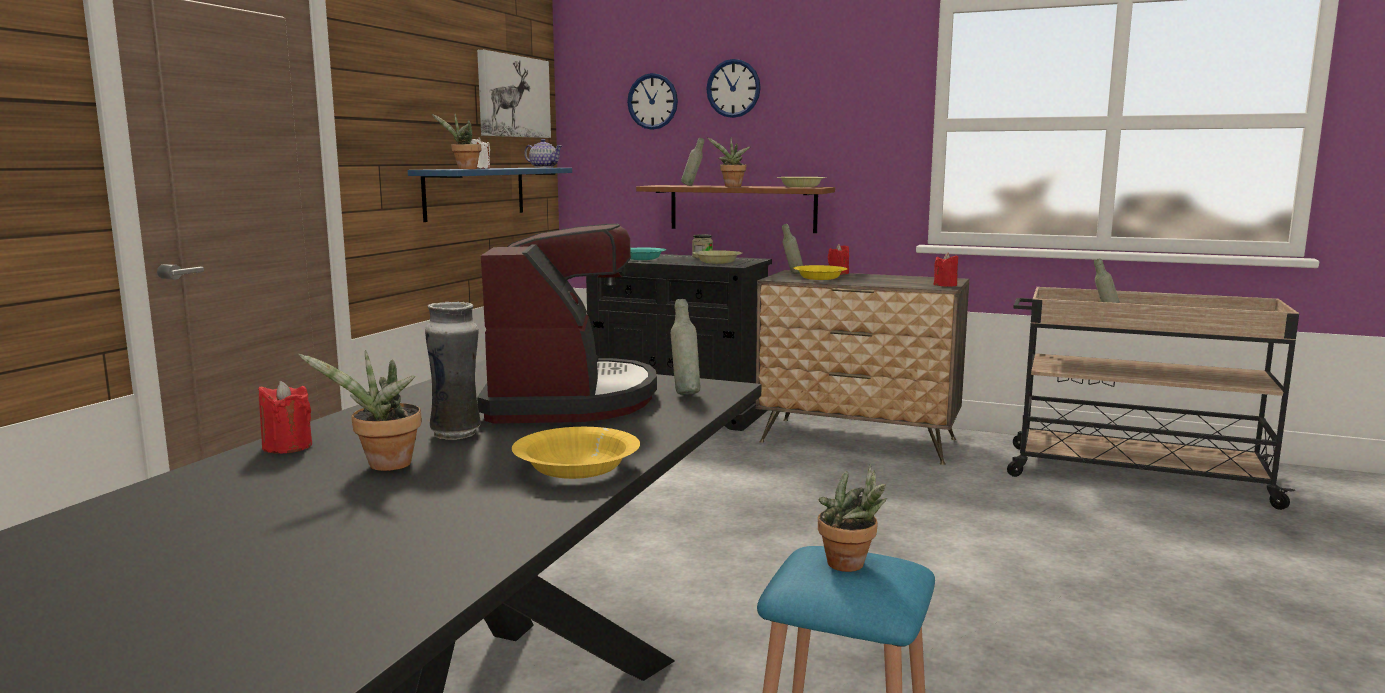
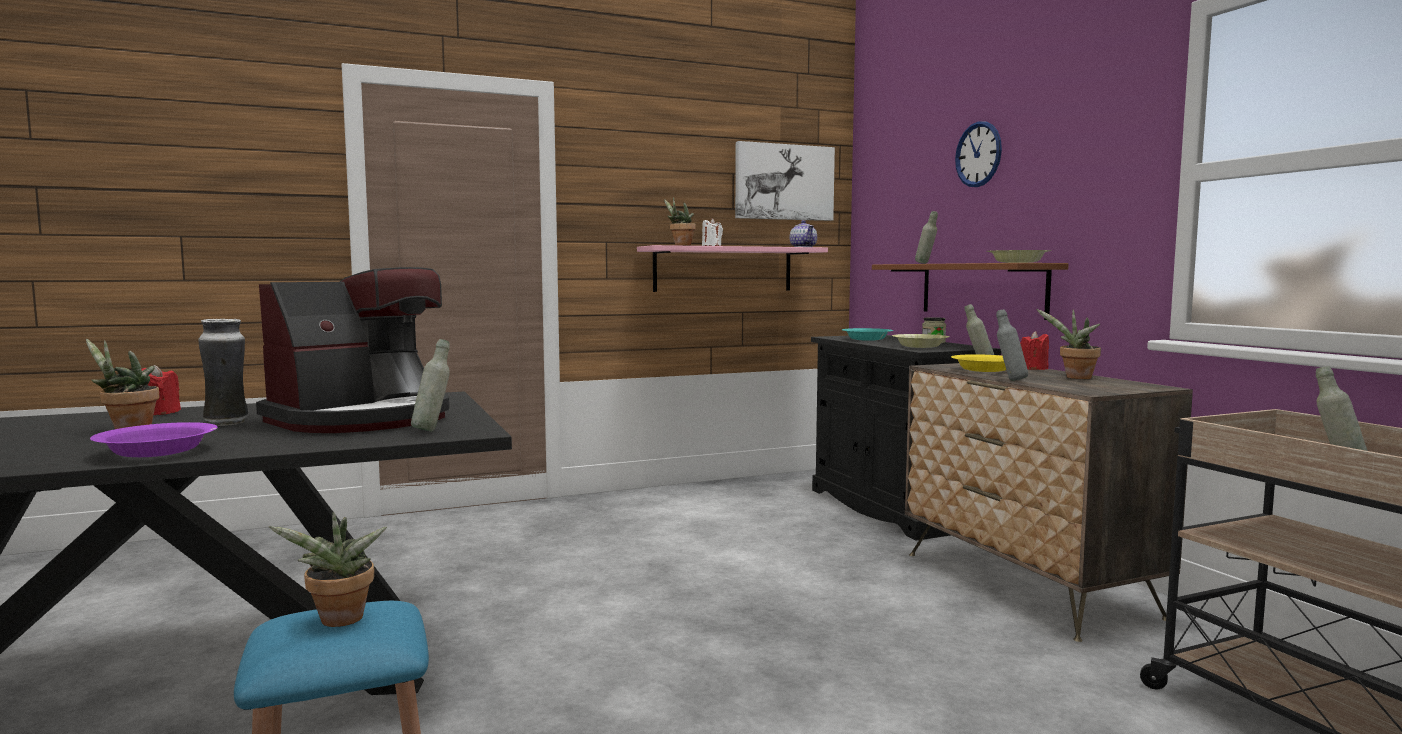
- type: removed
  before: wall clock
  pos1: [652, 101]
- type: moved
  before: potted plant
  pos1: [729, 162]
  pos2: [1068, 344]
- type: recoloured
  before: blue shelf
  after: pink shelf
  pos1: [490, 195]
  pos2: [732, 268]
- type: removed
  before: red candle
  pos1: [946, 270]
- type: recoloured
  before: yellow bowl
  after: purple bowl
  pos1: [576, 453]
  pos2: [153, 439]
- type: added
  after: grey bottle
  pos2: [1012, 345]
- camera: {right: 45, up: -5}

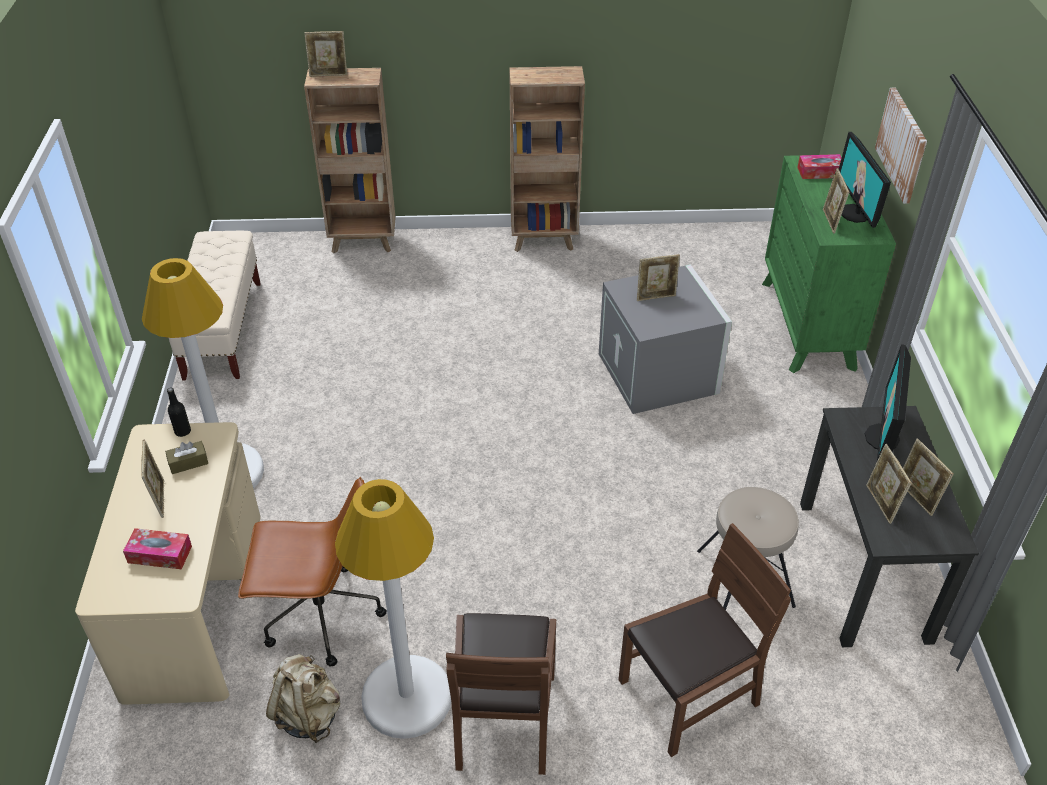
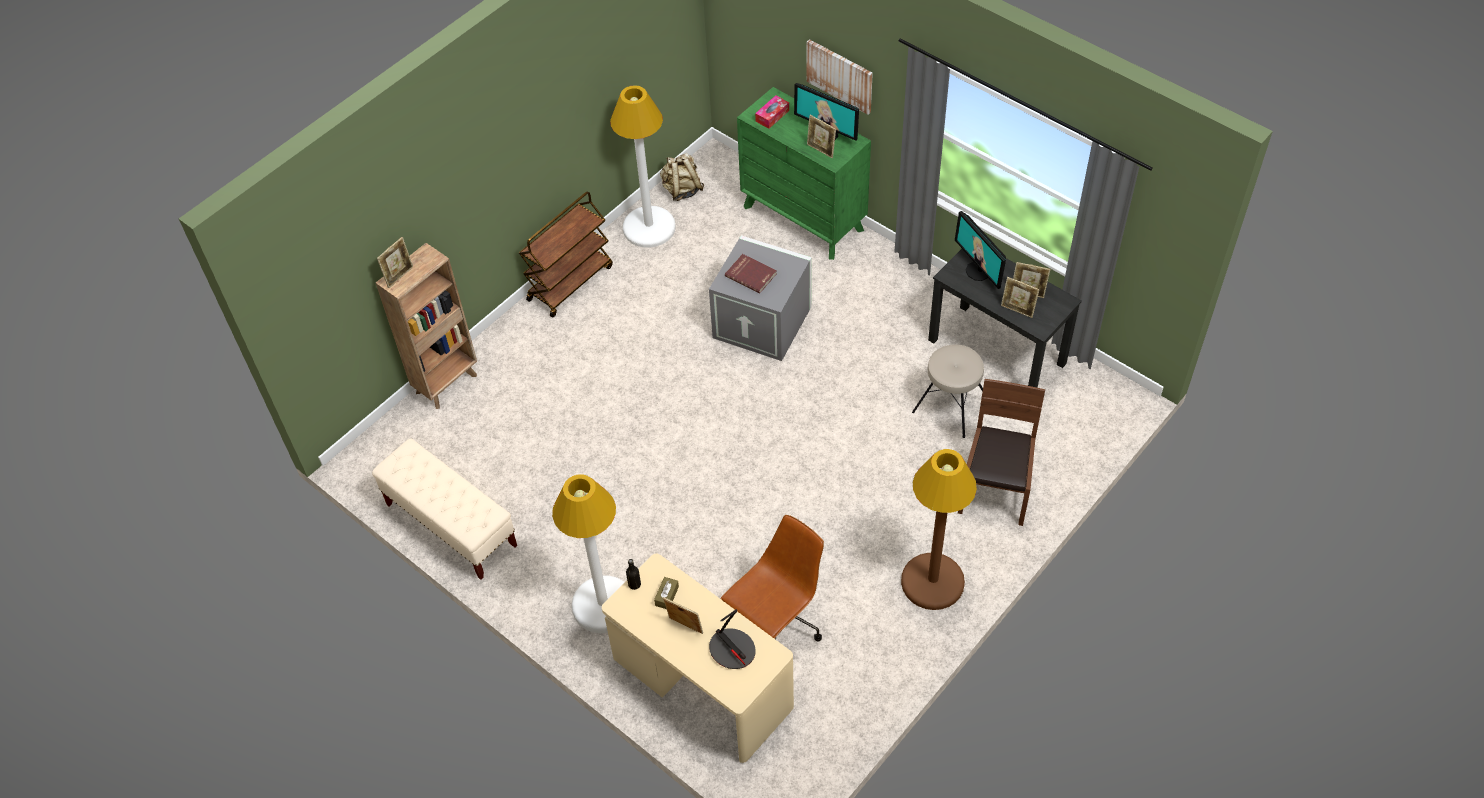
- type: replaced
  before: brown bookcase
  after: brown cart
  pos1: [547, 159]
  pos2: [566, 254]
- type: replaced
  before: picture frame
  after: red book
  pos1: [658, 277]
  pos2: [751, 273]
- type: moved
  before: white floor lamp
  pos1: [393, 609]
  pos2: [643, 166]
- type: replaced
  before: tissue box
  after: table lamp
  pos1: [157, 548]
  pos2: [732, 639]
- type: replaced
  before: brown chair
  after: brown floor lamp
  pos1: [501, 694]
  pos2: [939, 529]
- type: moved
  before: beige backpack
  pos1: [303, 698]
  pos2: [682, 176]
- camera: {right: -45, up: 10}

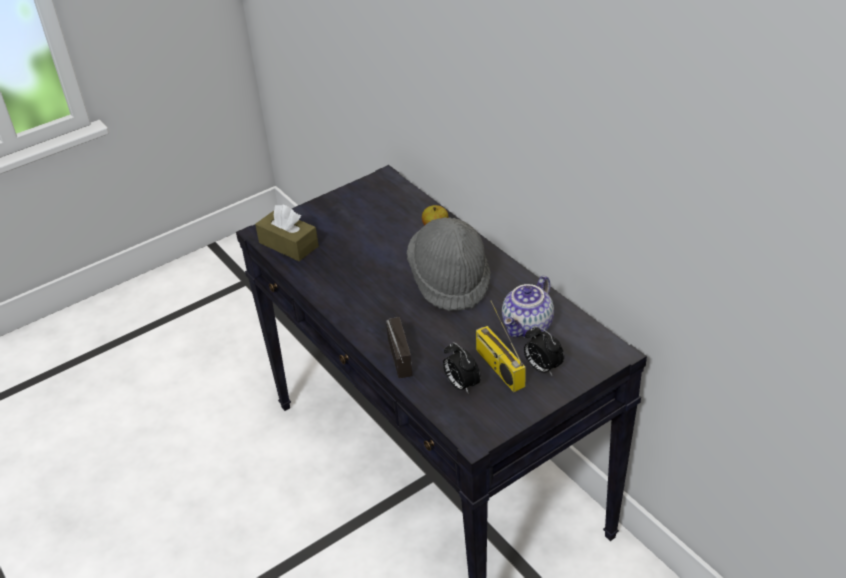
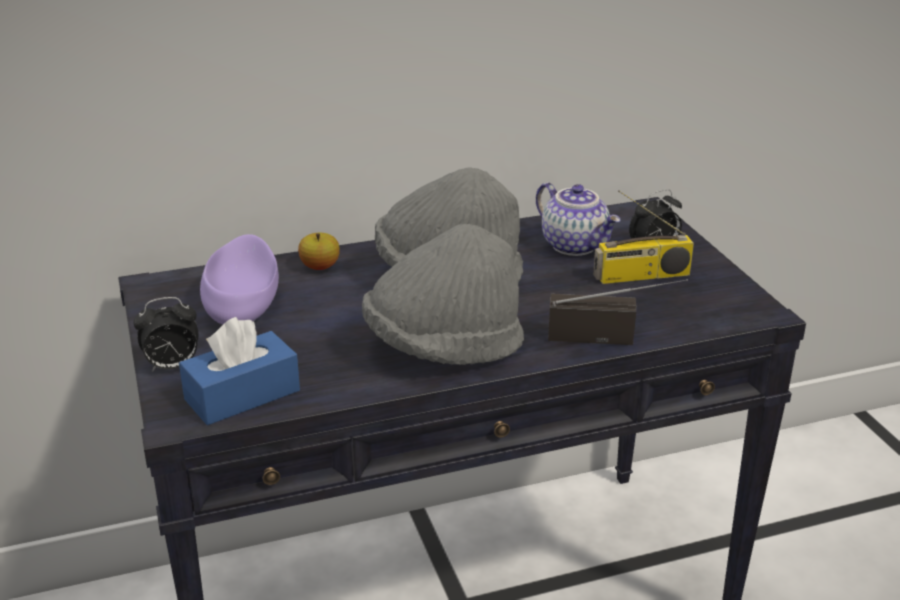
- type: recoloured
  before: brown tissue box
  after: blue tissue box
  pos1: [287, 232]
  pos2: [239, 371]
- type: moved
  before: alarm clock
  pos1: [462, 368]
  pos2: [166, 334]
- type: added
  after: grey hat
  pos2: [443, 294]
- type: added
  after: purple bowl
  pos2: [239, 279]
- camera: {right: -75, up: -10}

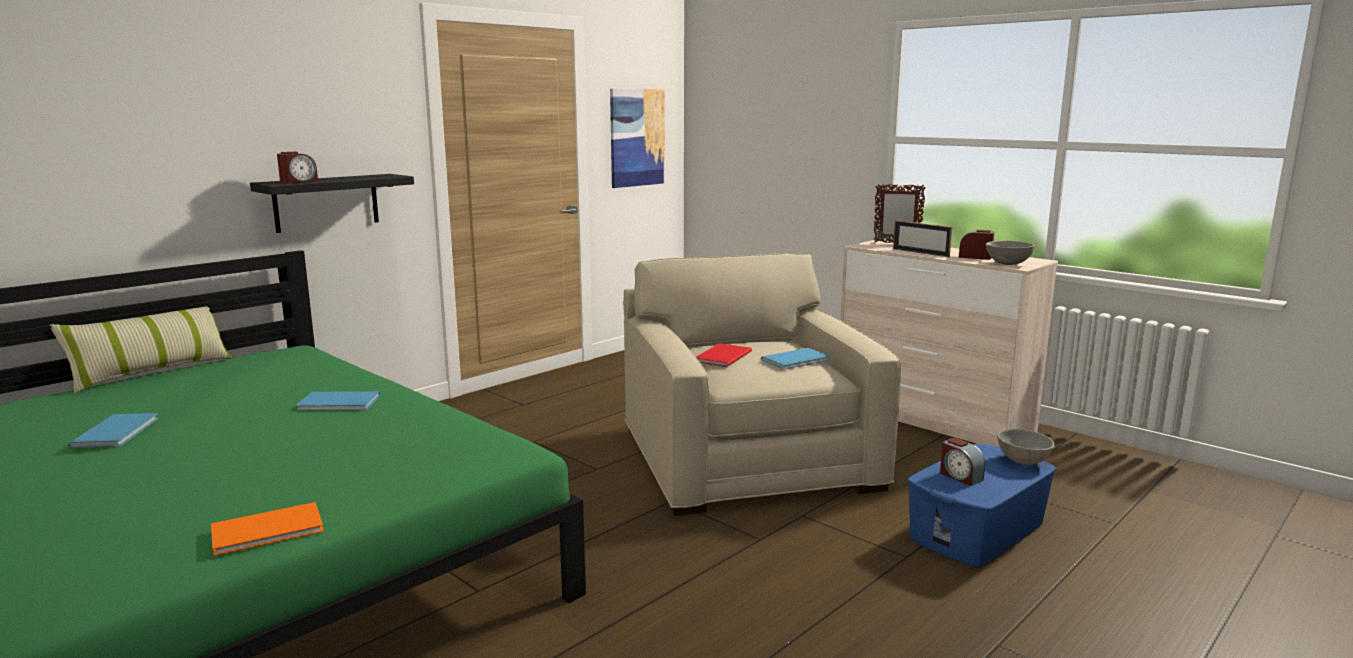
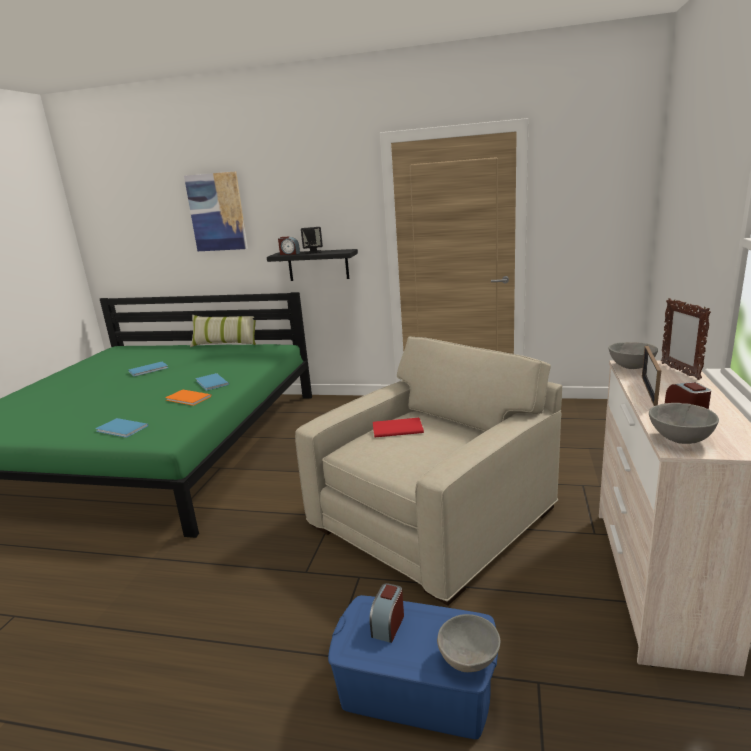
- type: moved
  before: picture
  pos1: [637, 138]
  pos2: [216, 211]
- type: moved
  before: blue book
  pos1: [795, 359]
  pos2: [122, 428]
- type: moved
  before: orange book
  pos1: [267, 529]
  pos2: [188, 398]
- type: added
  after: black speaker
  pos2: [312, 240]
- type: added
  after: grey bowl
  pos2: [633, 355]
- camera: {right: 60, up: 5}

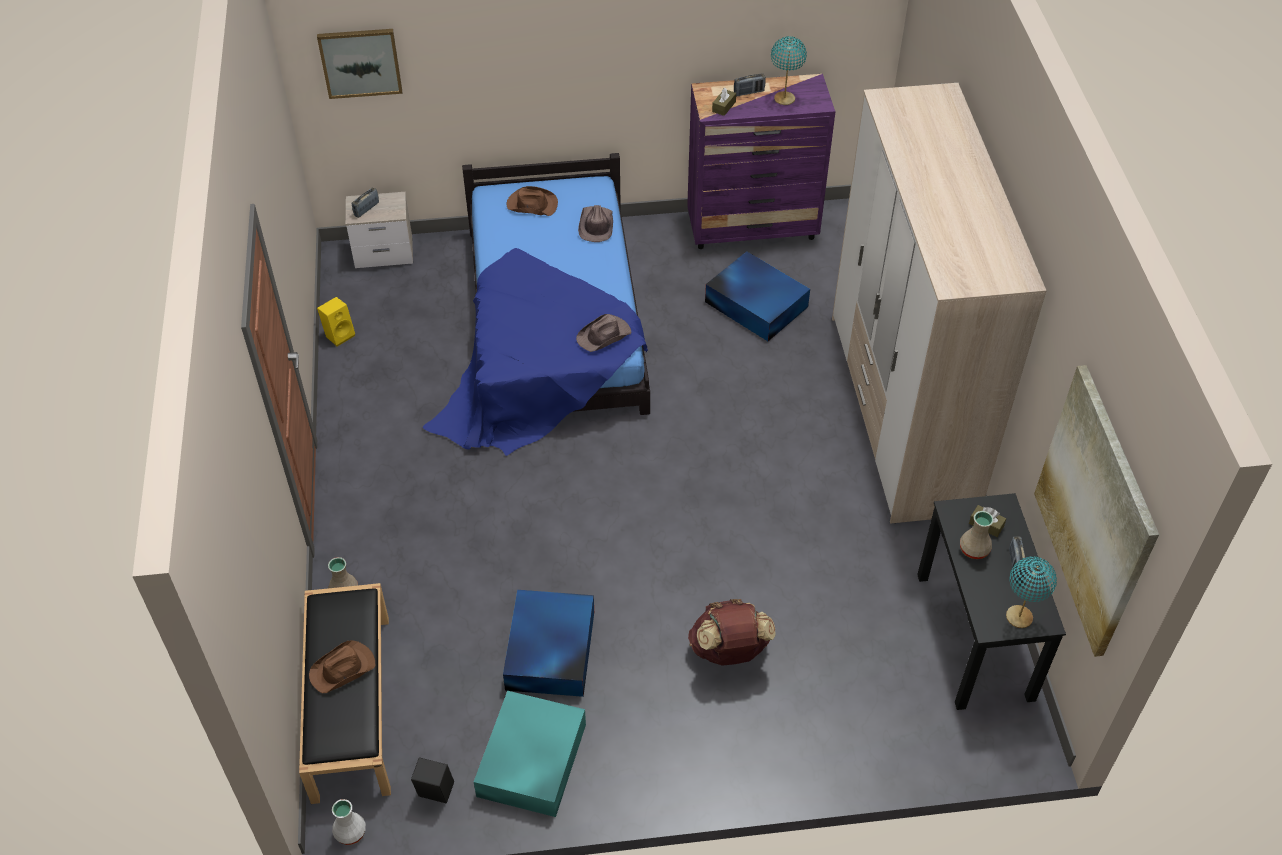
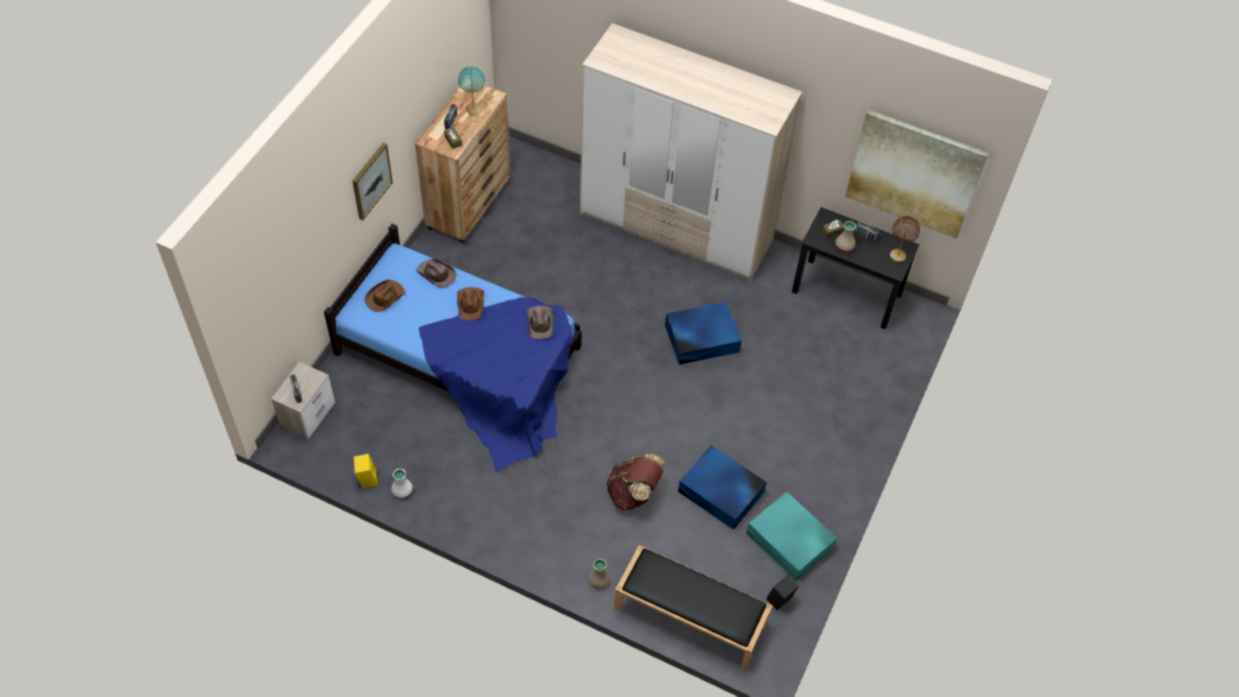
- type: moved
  before: picture
  pos1: [359, 64]
  pos2: [372, 181]
- type: recoloured
  before: purple dresser
  after: brown dresser
  pos1: [761, 161]
  pos2: [462, 160]
- type: moved
  before: blue storage box
  pos1: [757, 296]
  pos2: [703, 333]
- type: recoloured
  before: turquoise table lamp
  after: brown table lamp
  pos1: [1031, 592]
  pos2: [905, 239]
- type: moved
  before: brown backpack
  pos1: [732, 632]
  pos2: [635, 482]
- type: moved
  before: brown hat
  pos1: [342, 666]
  pos2: [470, 303]
- type: moved
  before: white vase
  pos1: [349, 822]
  pos2: [402, 484]
- camera: {right: -60, up: 5}

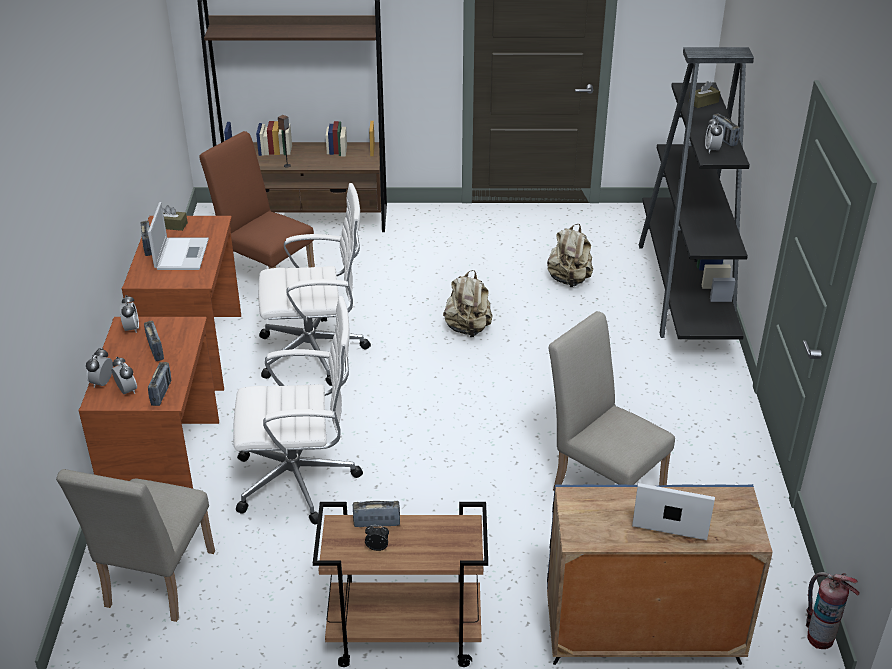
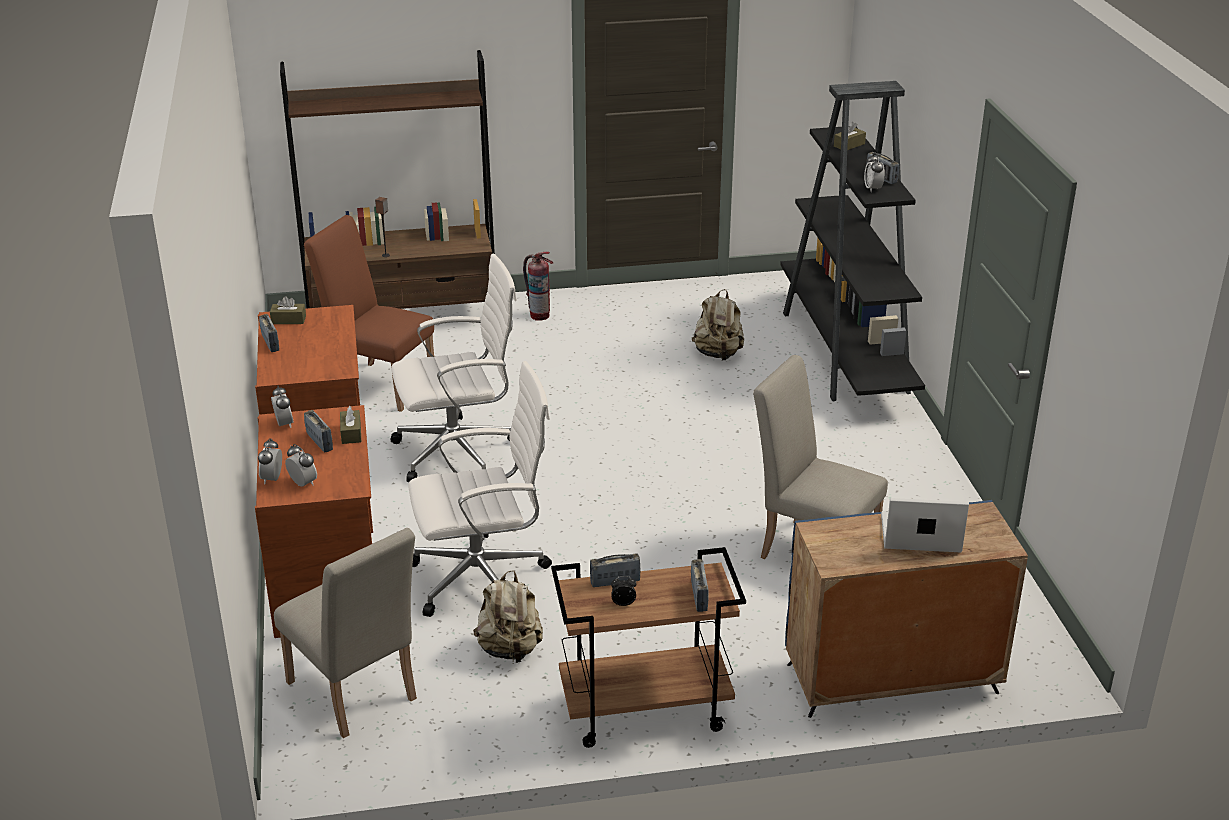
- type: removed
  before: laptop
  pos1: [178, 236]
- type: moved
  before: beige backpack
  pos1: [467, 303]
  pos2: [508, 616]
- type: moved
  before: radio
  pos1: [159, 384]
  pos2: [699, 585]
- type: turned
  before: beige chair
  pos1: [135, 545]
  pos2: [345, 633]
  turn: -45
- type: moved
  before: fire extinguisher
  pos1: [833, 610]
  pos2: [538, 286]
- type: added
  after: brown tissue box
  pos2: [350, 425]
- camera: {right: -10, up: -5}

